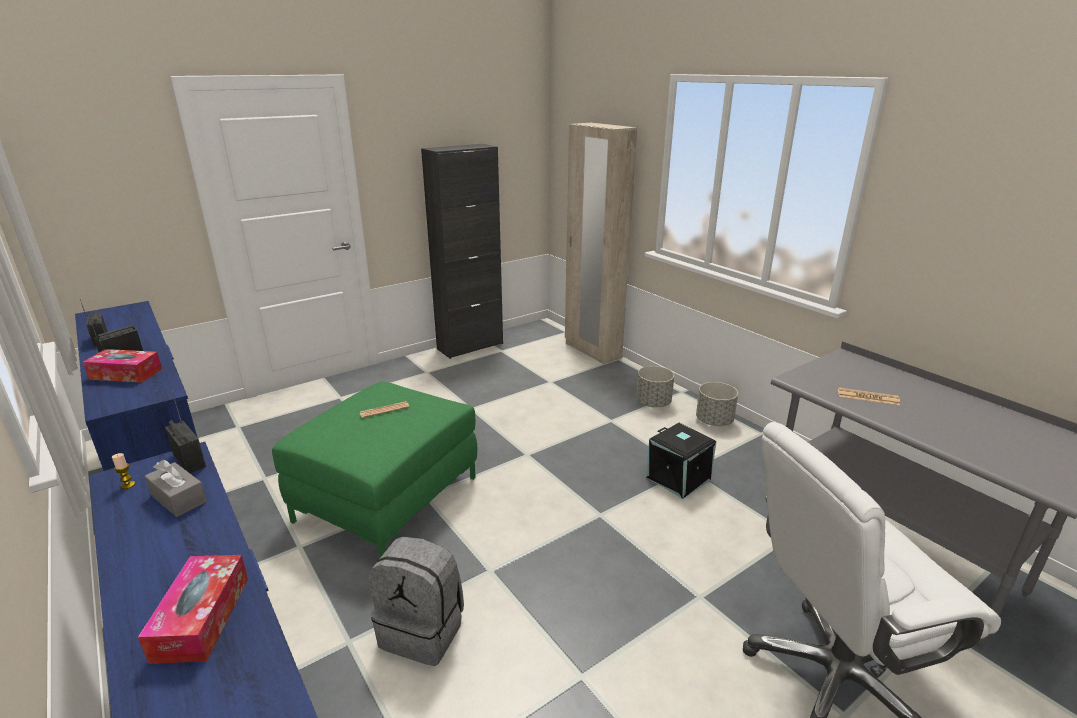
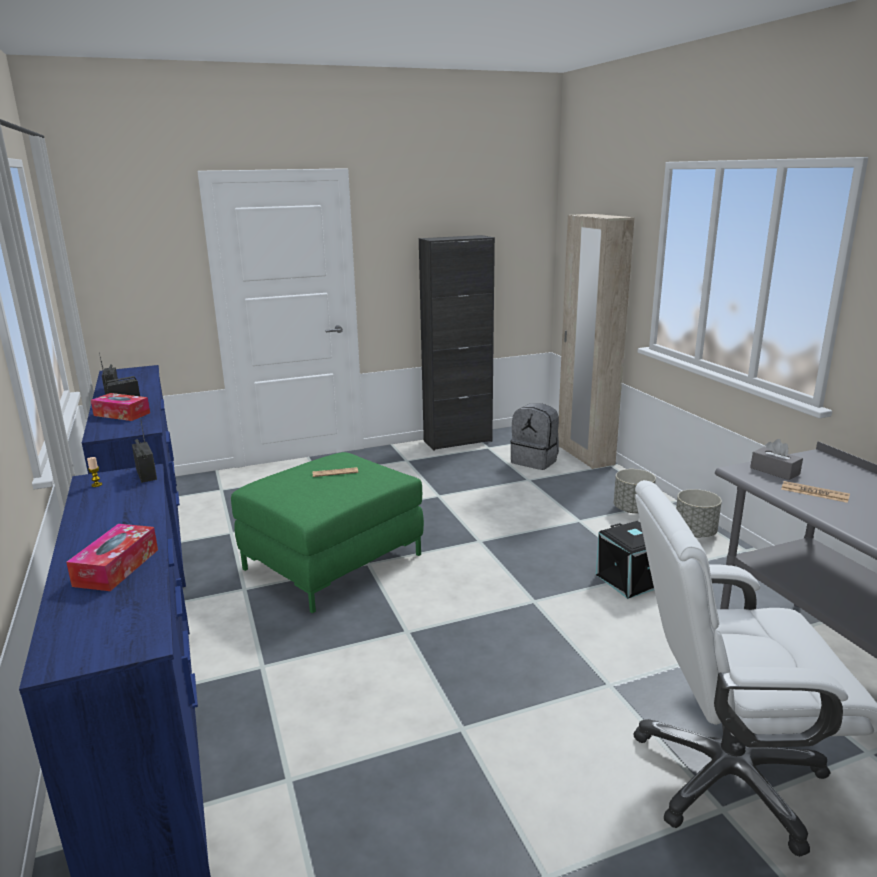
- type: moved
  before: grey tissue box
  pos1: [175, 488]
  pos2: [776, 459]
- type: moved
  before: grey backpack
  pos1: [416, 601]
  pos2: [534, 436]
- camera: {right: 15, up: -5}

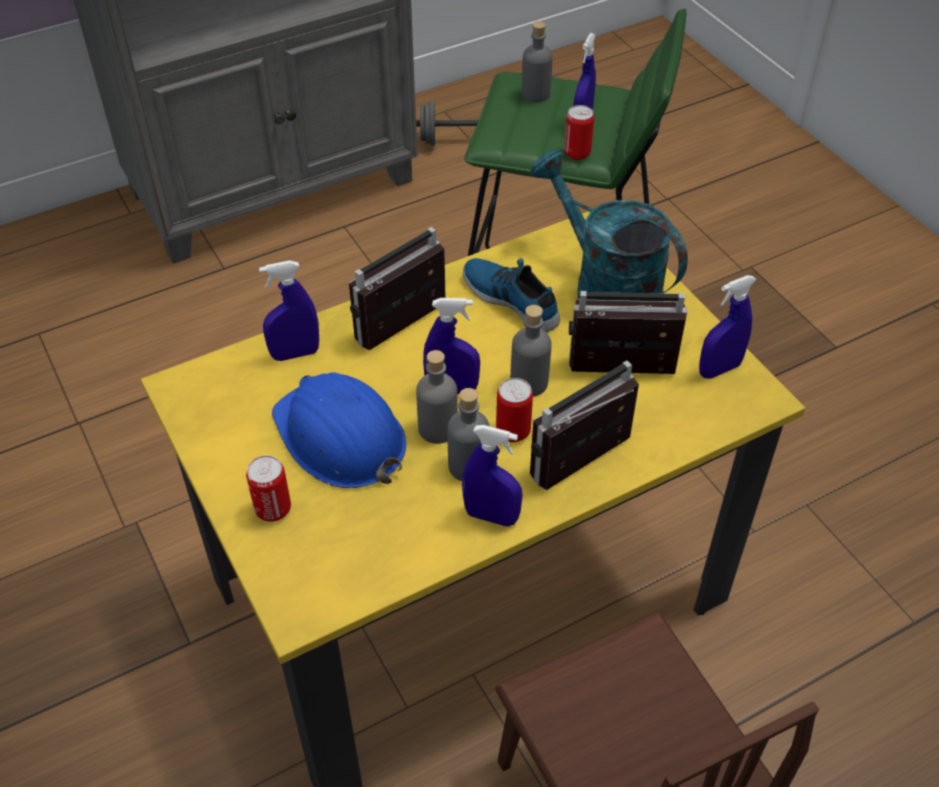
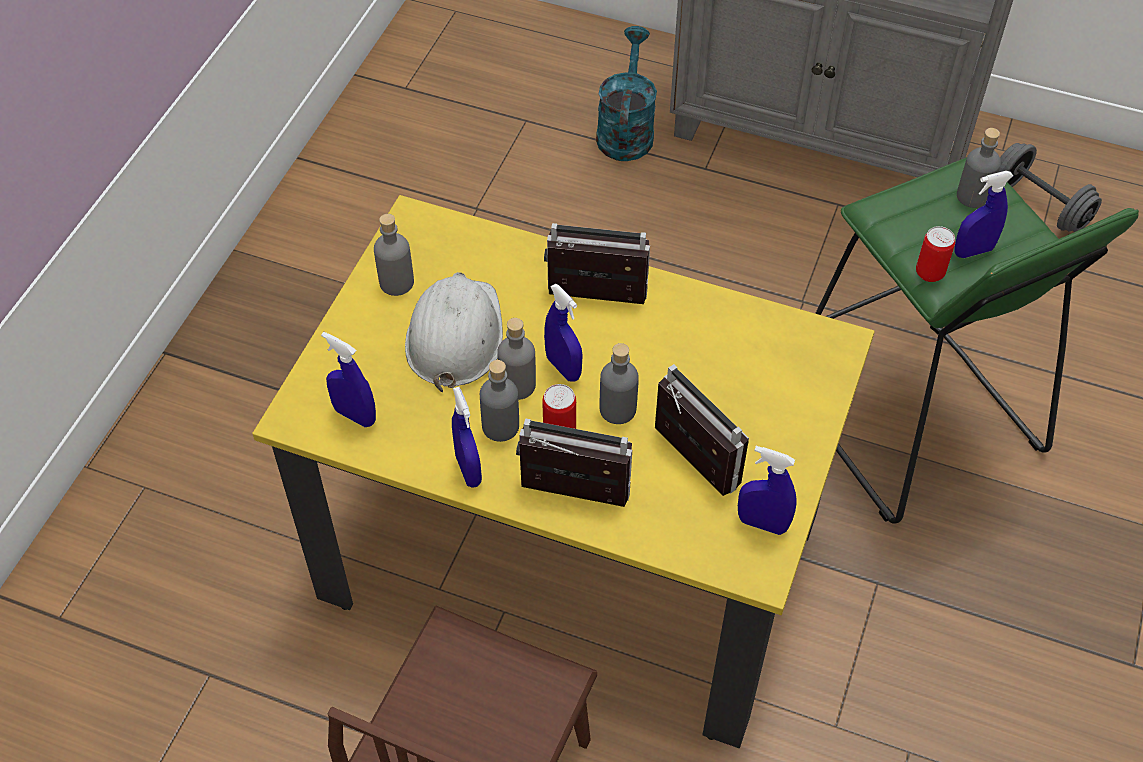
- type: moved
  before: turquoise watering can
  pos1: [609, 225]
  pos2: [626, 93]
- type: removed
  before: shoe
  pos1: [511, 295]
- type: moved
  before: blue spray bottle
  pos1: [289, 310]
  pos2: [348, 379]
- type: recoloured
  before: blue hard hat
  after: white hard hat
  pos1: [339, 430]
  pos2: [454, 332]
- type: removed
  before: can
  pos1: [268, 488]
- type: added
  after: grey bottle
  pos2: [394, 255]
- camera: {right: 50, up: 5}

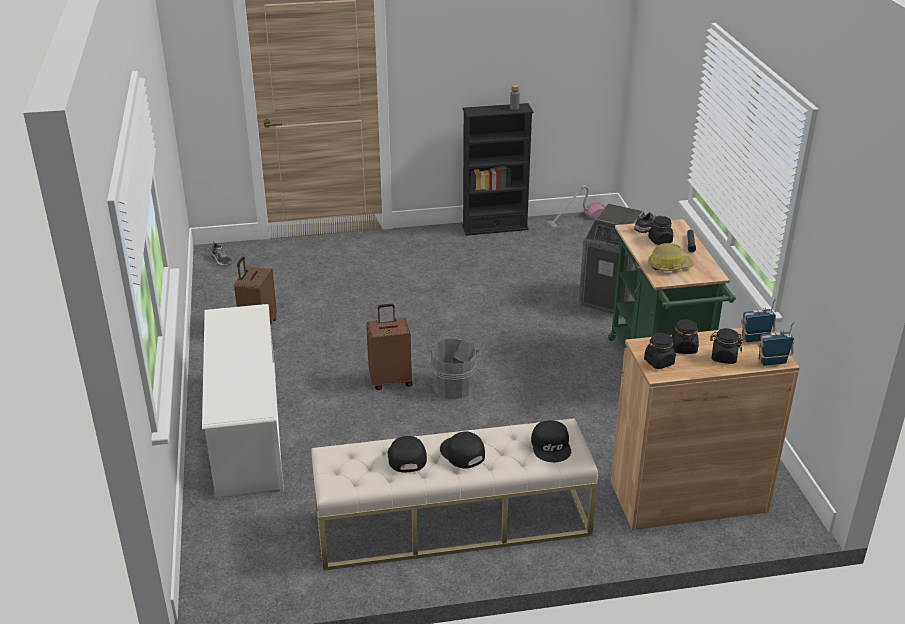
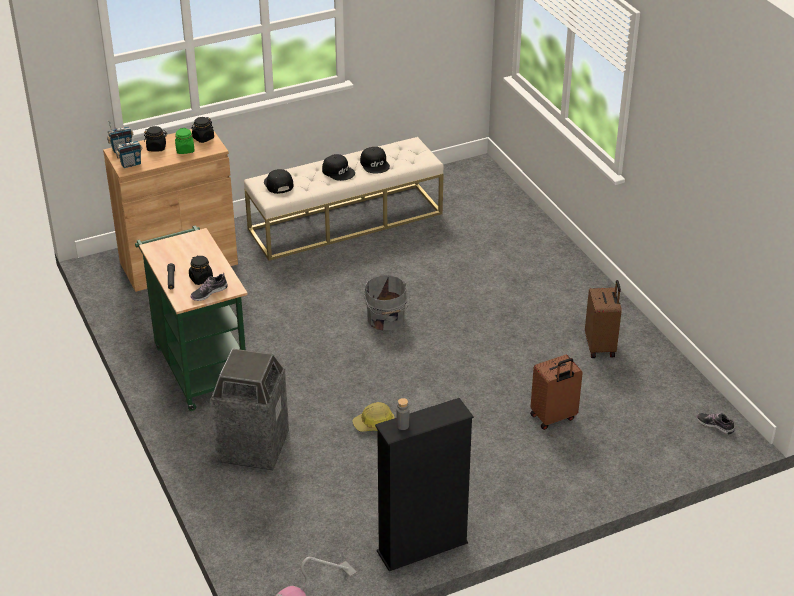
- type: moved
  before: hard hat
  pos1: [671, 257]
  pos2: [373, 417]
- type: removed
  before: white shoe rack
  pos1: [243, 400]
- type: moved
  before: brown suitcase
  pos1: [389, 347]
  pos2: [556, 392]
- type: recoloured
  before: black jar
  after: green jar
  pos1: [685, 336]
  pos2: [185, 141]
- camera: {right: 165, up: 5}

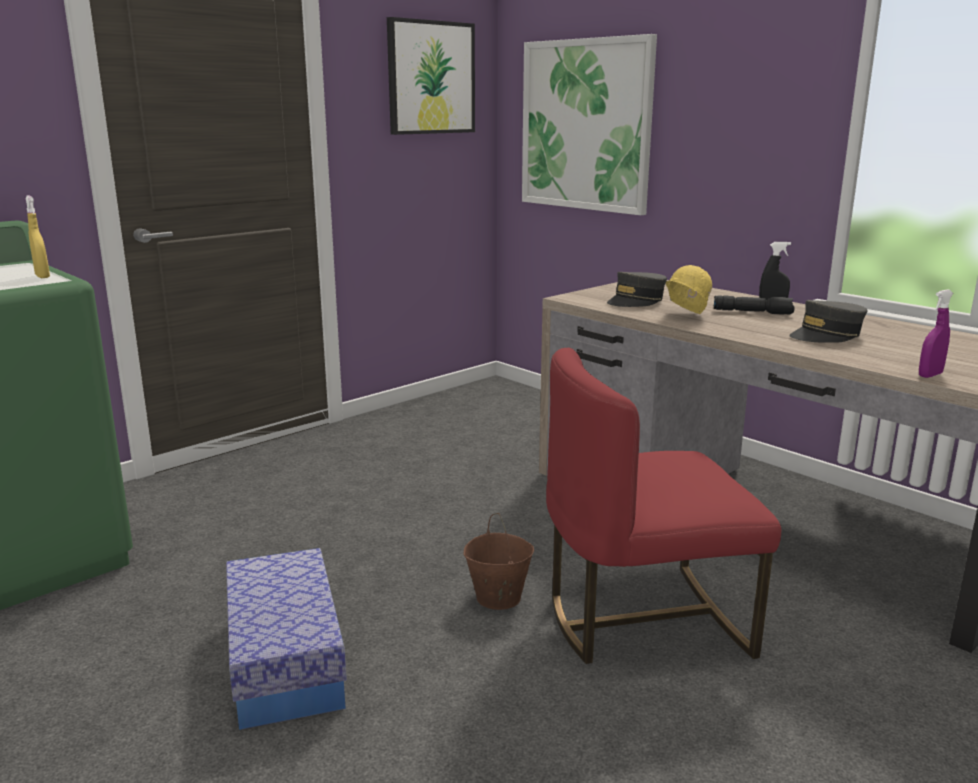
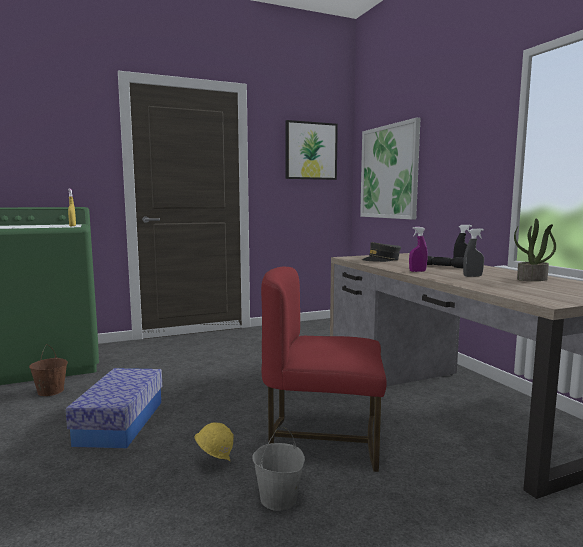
- type: moved
  before: yellow hard hat
  pos1: [689, 289]
  pos2: [214, 442]
- type: moved
  before: purple spray bottle
  pos1: [936, 333]
  pos2: [418, 249]
- type: replaced
  before: grey cap
  after: grey spray bottle
  pos1: [828, 321]
  pos2: [473, 252]
- type: moved
  before: brown bucket
  pos1: [498, 561]
  pos2: [48, 370]
- type: added
  after: potted plant
  pos2: [535, 249]
- type: added
  after: grey bucket
  pos2: [278, 469]
- camera: {right: 20, up: -10}

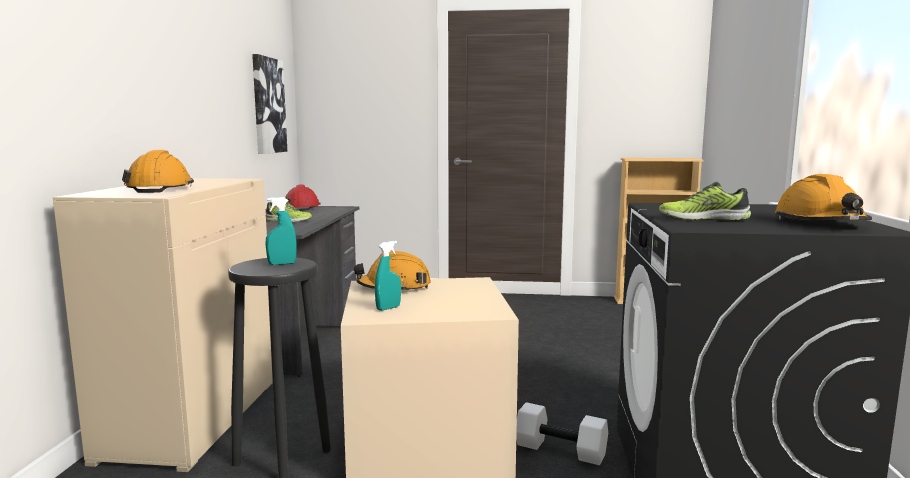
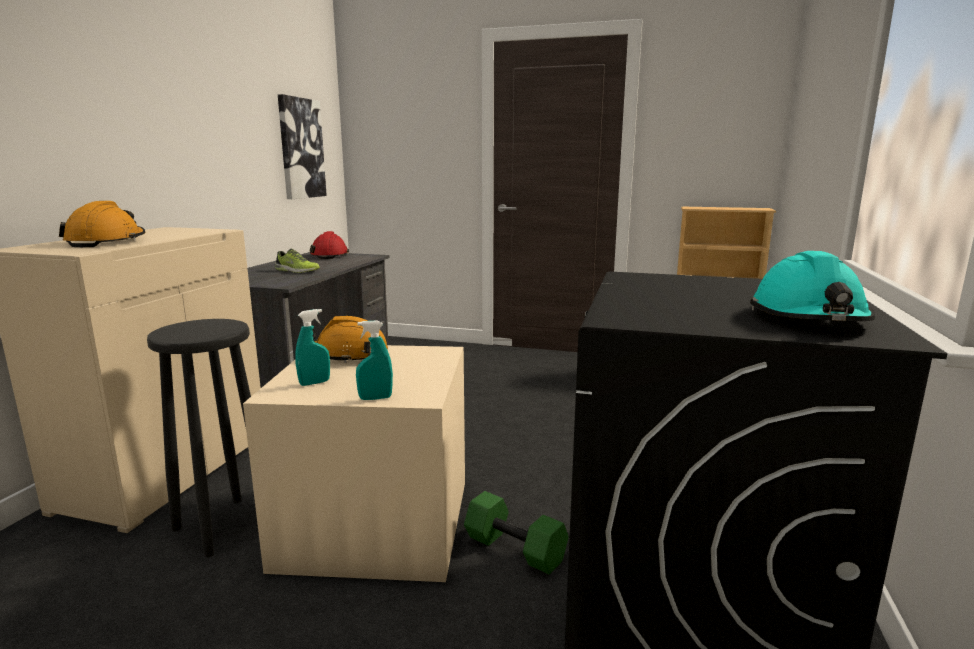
- type: recoloured
  before: orange hard hat
  after: turquoise hard hat
  pos1: [823, 197]
  pos2: [812, 286]
- type: removed
  before: shoe
  pos1: [705, 201]
- type: moved
  before: turquoise spray bottle
  pos1: [281, 231]
  pos2: [374, 360]
- type: recoloured
  before: white dumbbell
  after: green dumbbell
  pos1: [562, 433]
  pos2: [516, 532]
- camera: {right: 10, up: 5}

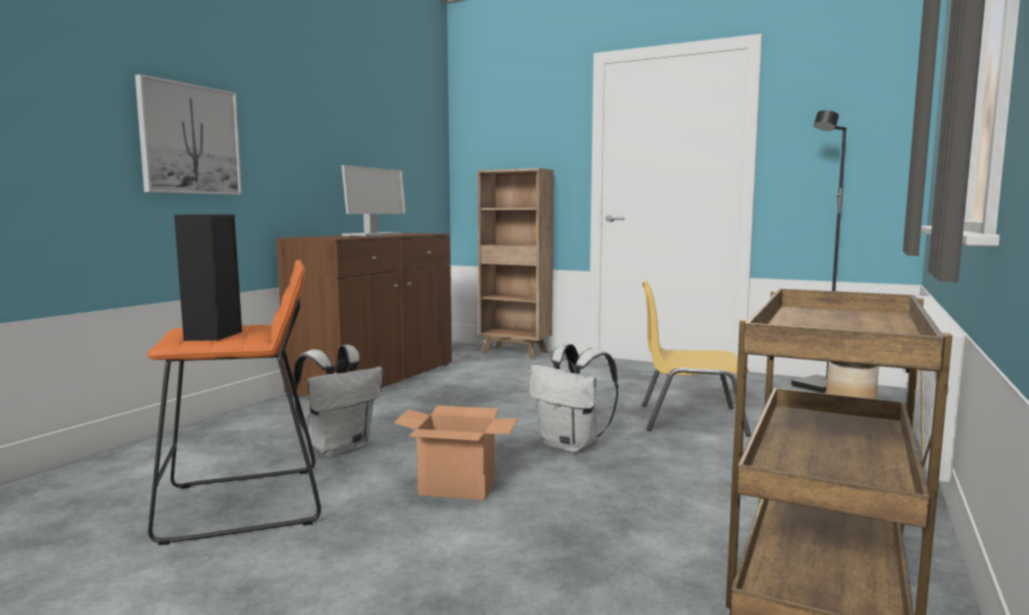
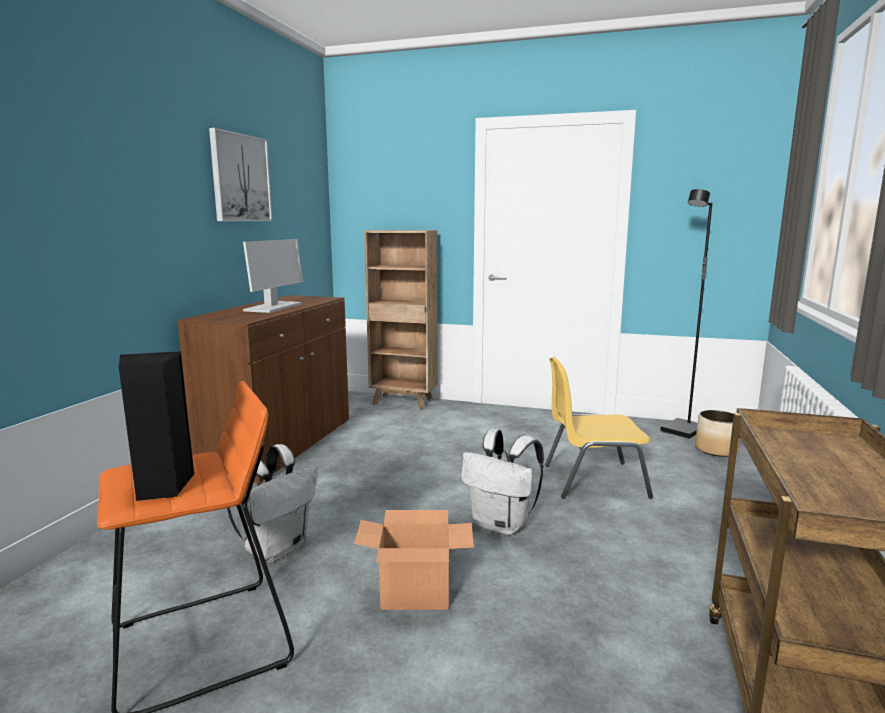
- type: moved
  before: picture
  pos1: [188, 134]
  pos2: [240, 174]
- camera: {right: -10, up: 5}

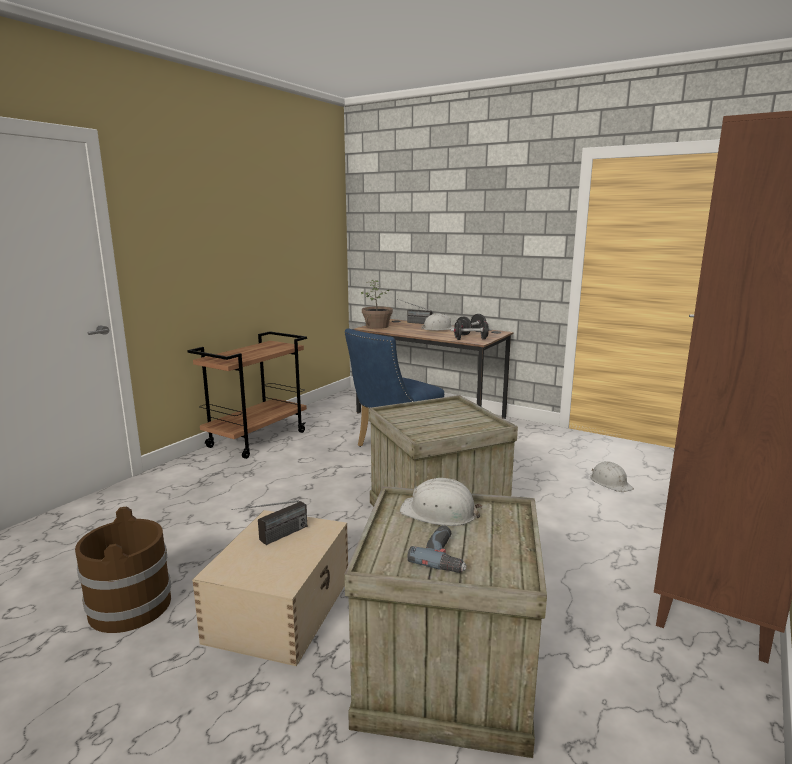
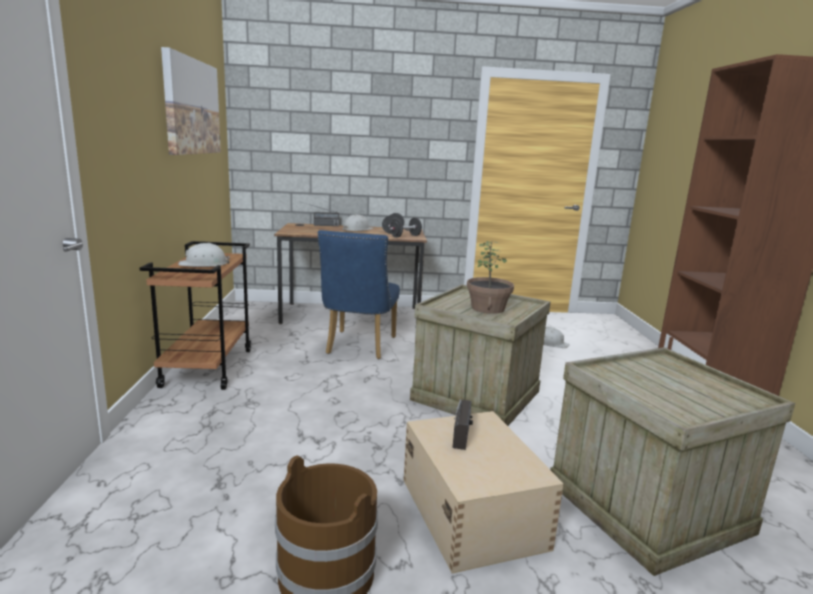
- type: moved
  before: potted plant
  pos1: [377, 304]
  pos2: [490, 277]
- type: moved
  before: white hard hat
  pos1: [441, 502]
  pos2: [204, 255]
- type: removed
  before: power drill
  pos1: [437, 549]
- type: added
  after: picture
  pos2: [191, 101]
- camera: {right: -35, up: 0}

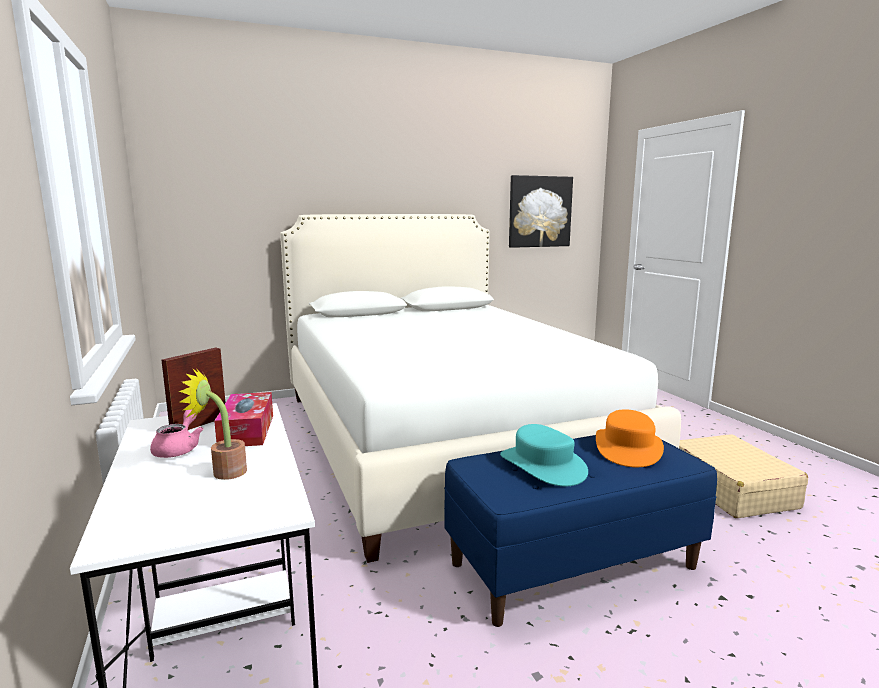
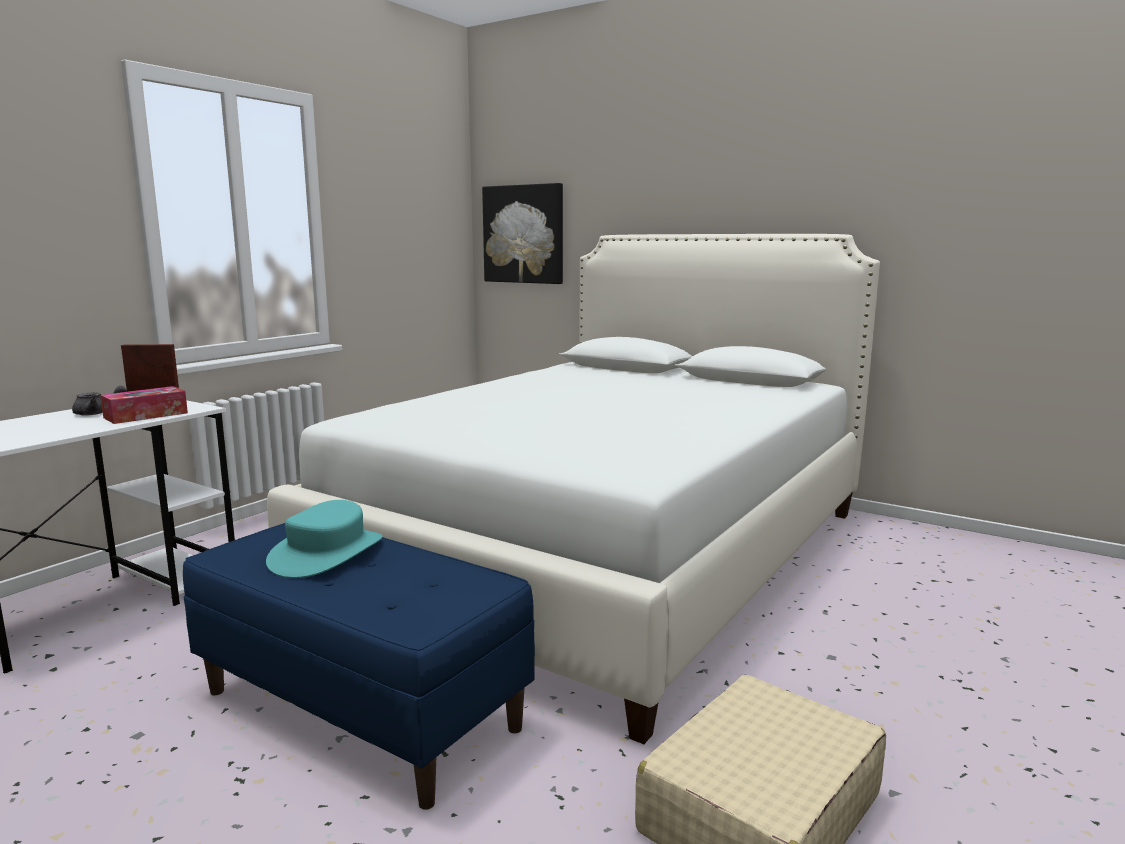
- type: moved
  before: picture
  pos1: [541, 211]
  pos2: [522, 233]
- type: removed
  before: potted plant
  pos1: [213, 424]
- type: recoloured
  before: pink teapot
  after: grey teapot
  pos1: [177, 433]
  pos2: [99, 401]
- type: removed
  before: orange hat
  pos1: [630, 438]
- camera: {right: 55, up: 0}

